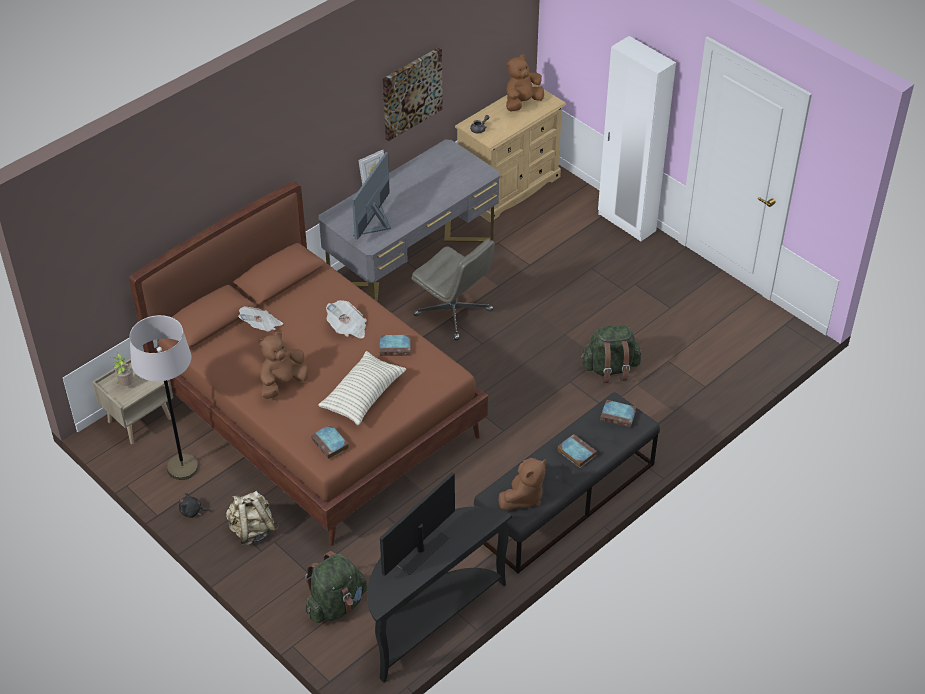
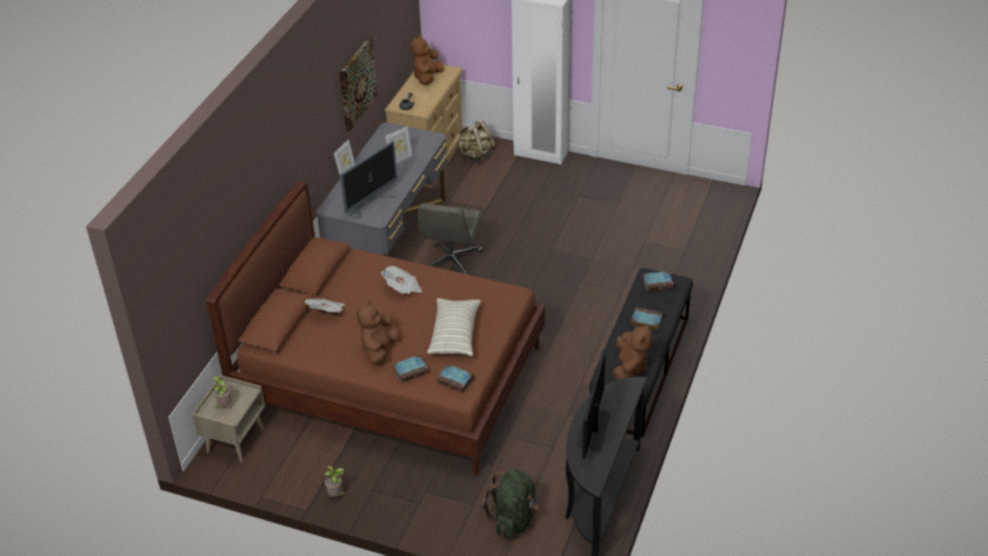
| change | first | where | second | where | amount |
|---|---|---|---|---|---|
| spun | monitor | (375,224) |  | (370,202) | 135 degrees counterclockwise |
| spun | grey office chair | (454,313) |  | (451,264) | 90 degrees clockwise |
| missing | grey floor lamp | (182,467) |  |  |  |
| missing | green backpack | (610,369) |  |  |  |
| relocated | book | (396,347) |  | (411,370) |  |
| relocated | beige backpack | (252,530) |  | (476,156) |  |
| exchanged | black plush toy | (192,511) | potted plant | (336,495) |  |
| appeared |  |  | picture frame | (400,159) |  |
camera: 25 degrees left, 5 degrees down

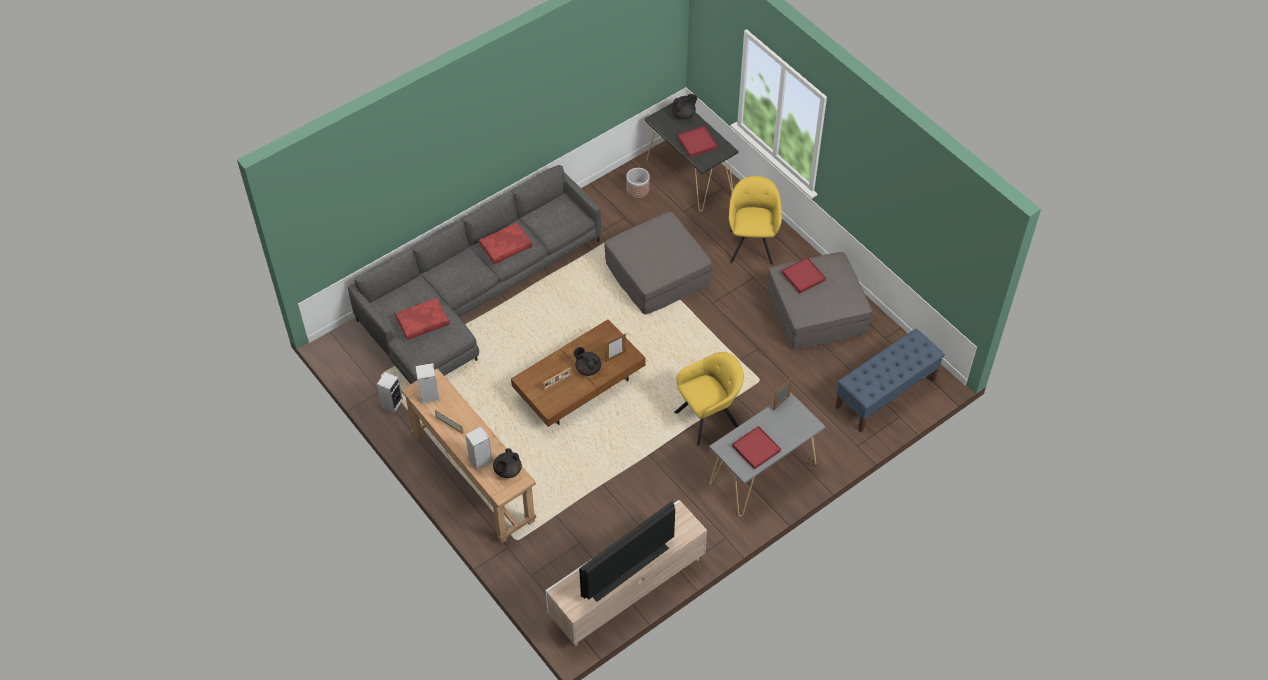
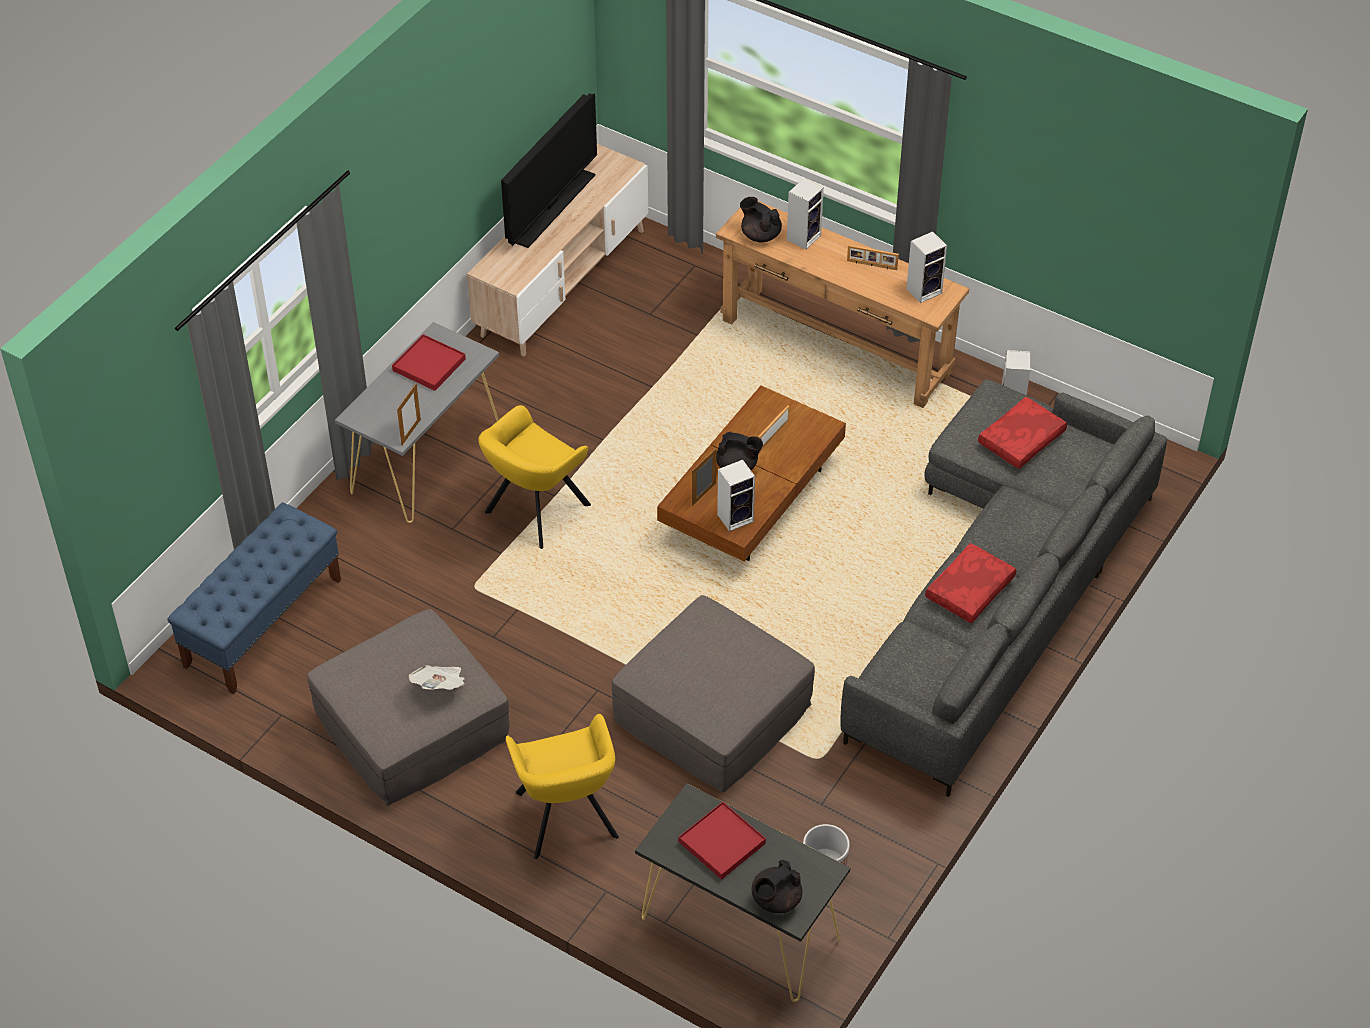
| change | first | where | second | where | amount |
|---|---|---|---|---|---|
| exchanged | red tray | (803,276) | newspaper | (440,686) |  |
| spun | black teapot | (507,471) |  | (760,235) | 60 degrees counterclockwise |
| appeared |  |  | speaker | (736,517) |  |
camera: 160 degrees right, 5 degrees down

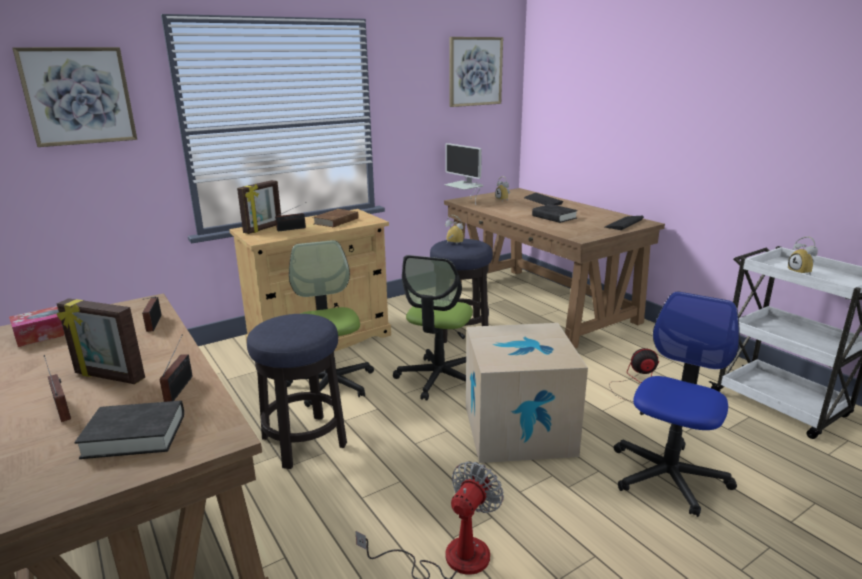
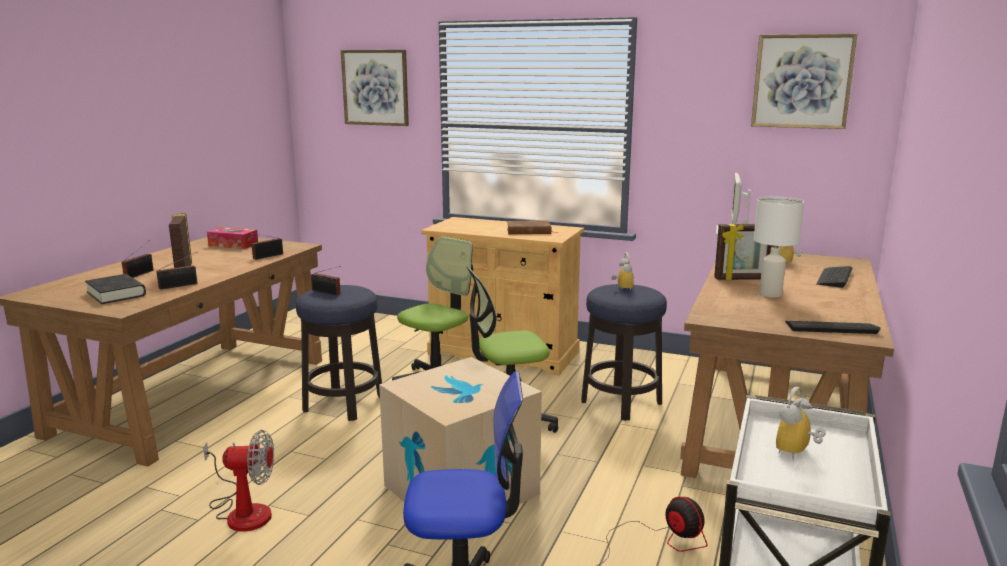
| change | first | where | second | where | amount |
|---|---|---|---|---|---|
| relocated | picture frame | (263,229) |  | (742,279) |  |
| relocated | radio | (293,229) |  | (327,292) |  |
| exchanged | black book | (554,217) | white table lamp | (770,294) |  |
camera: 55 degrees right, 5 degrees down

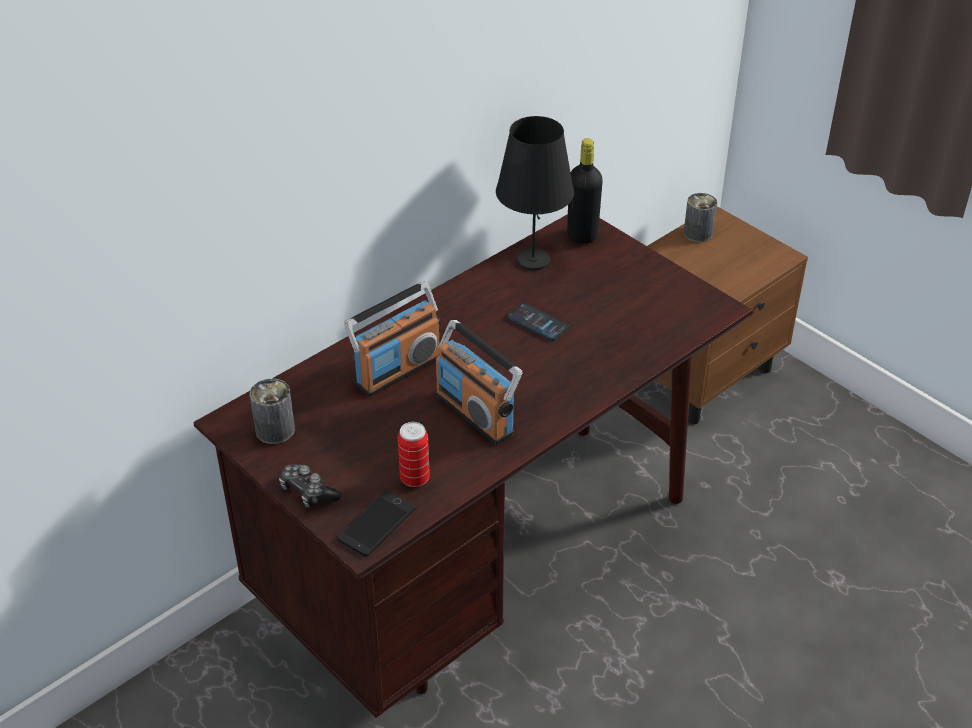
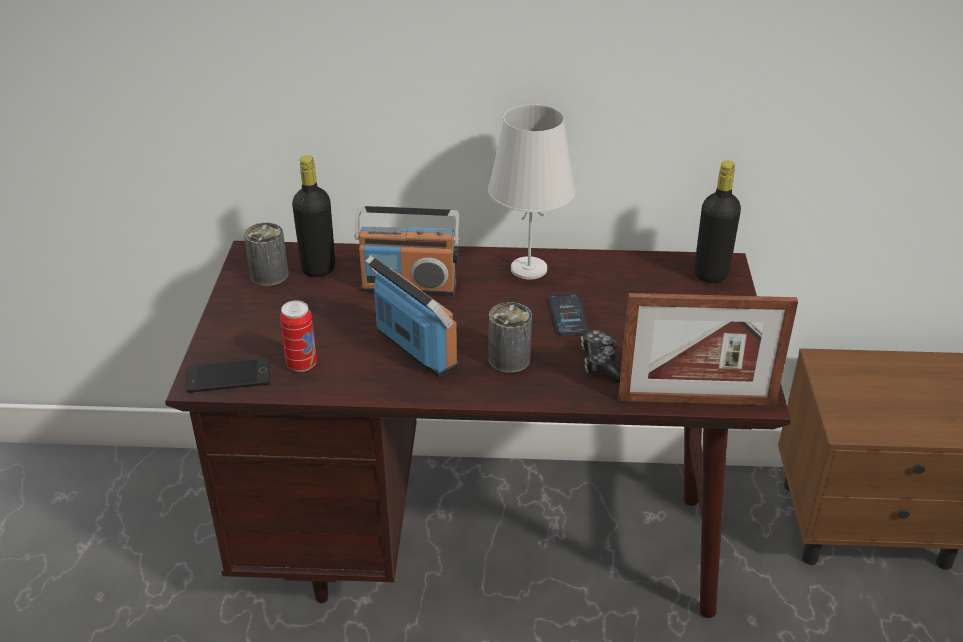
| change | first | where | second | where | amount |
|---|---|---|---|---|---|
| missing | black table lamp | (532,260) |  |  |  |
| relocated | can | (698,233) |  | (509,359) |  |
| spun | radio | (475,413) |  | (415,349) | 135 degrees clockwise |
| relocated | game controller | (308,492) |  | (601,363) |  |
| appeared |  |  | white table lamp | (529,269) |  |
| appeared |  |  | black bottle | (318,268) |  |
| appeared |  |  | picture frame | (696,401) |  |
camera: 45 degrees right, 5 degrees down

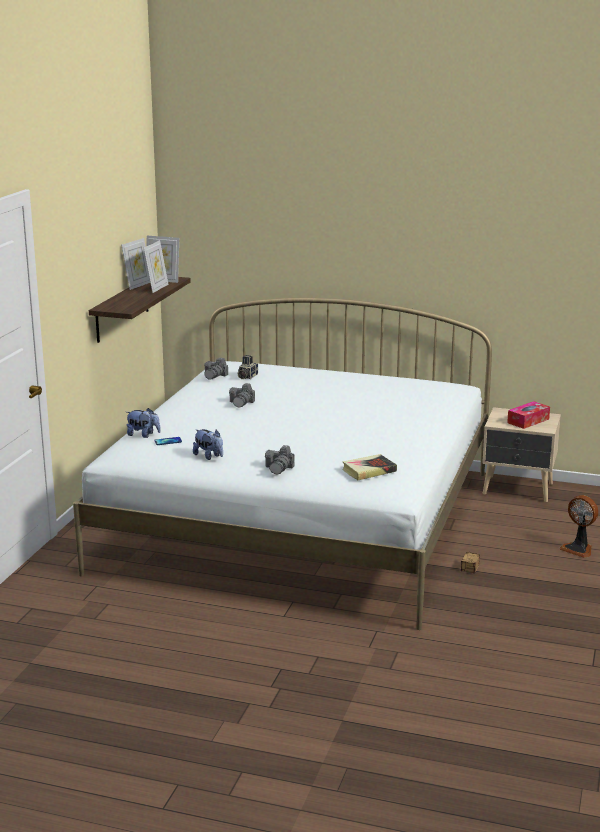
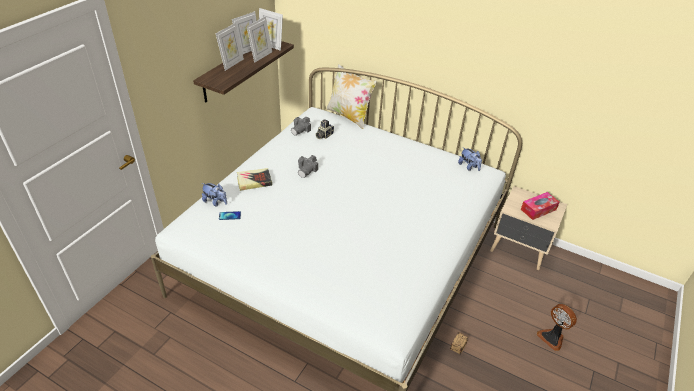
| change | first | where | second | where | amount |
|---|---|---|---|---|---|
| relocated | plush toy | (209,456) |  | (469,167) |  |
| missing | photo camera | (279,468) |  |  |  |
| relocated | book | (369,471) |  | (254,181) |  |
| appeared |  |  | picture frame | (232,64) |  |
| appeared |  |  | pillow | (349,116) |  |
camera: 10 degrees right, 20 degrees up

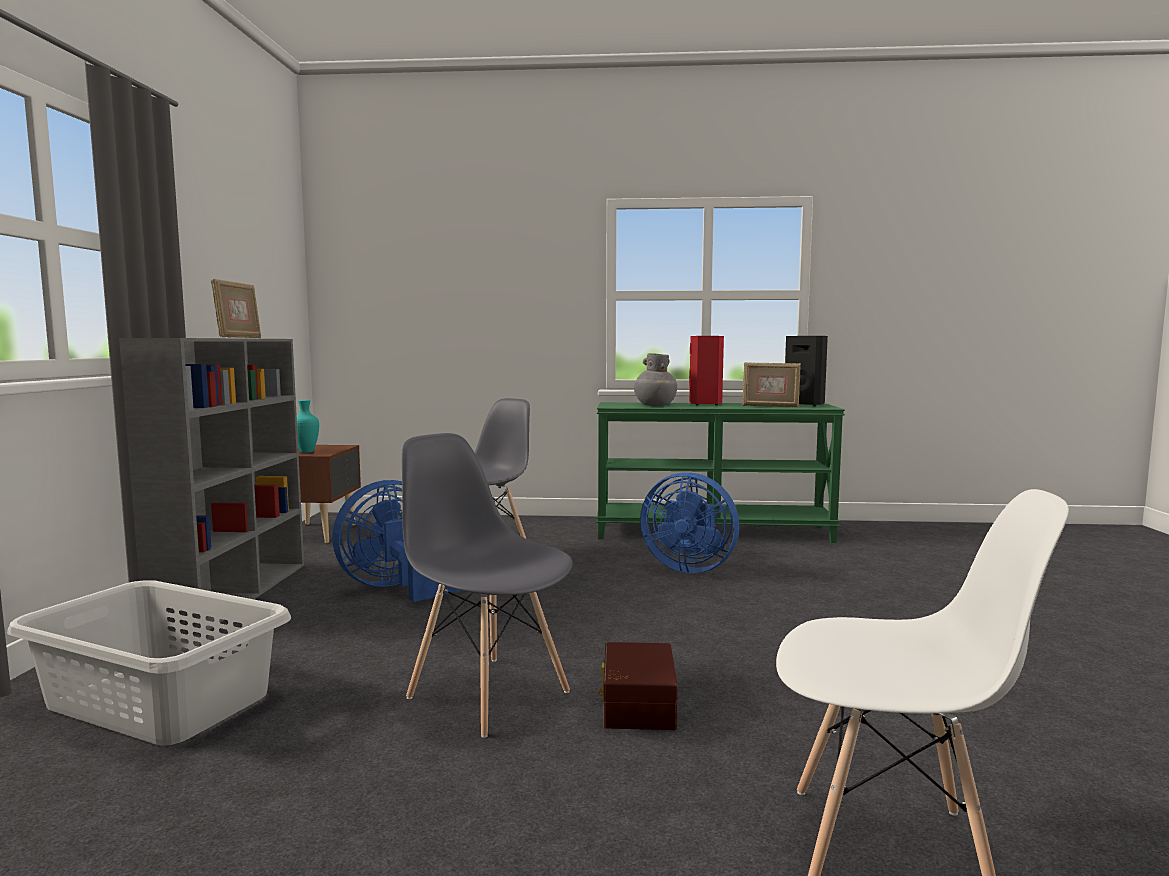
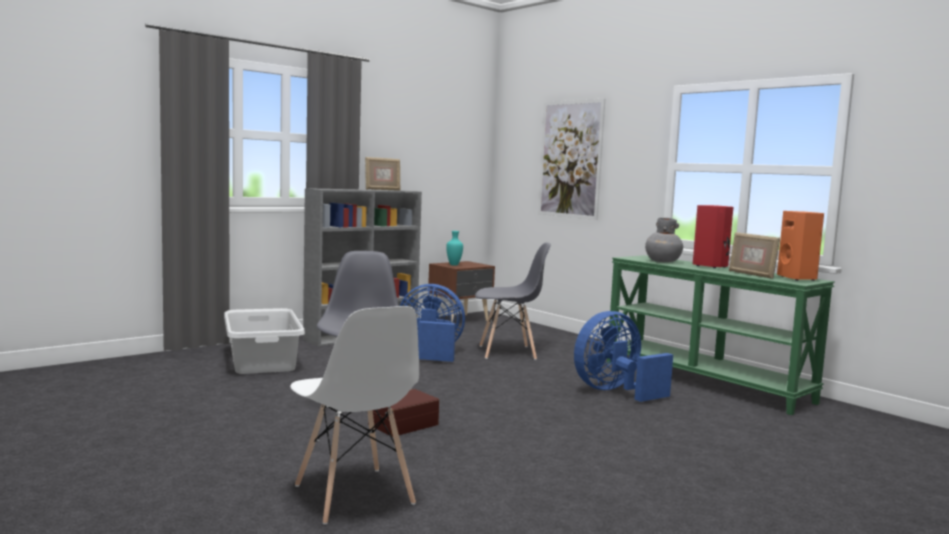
| change | first | where | second | where | amount |
|---|---|---|---|---|---|
| colour | black speaker | (805,404) | orange speaker | (798,278) |  |
| spun | blue fan | (688,567) |  | (615,391) | 75 degrees clockwise |
| appeared |  |  | picture | (570,159) |  |
camera: 45 degrees right, 0 degrees up

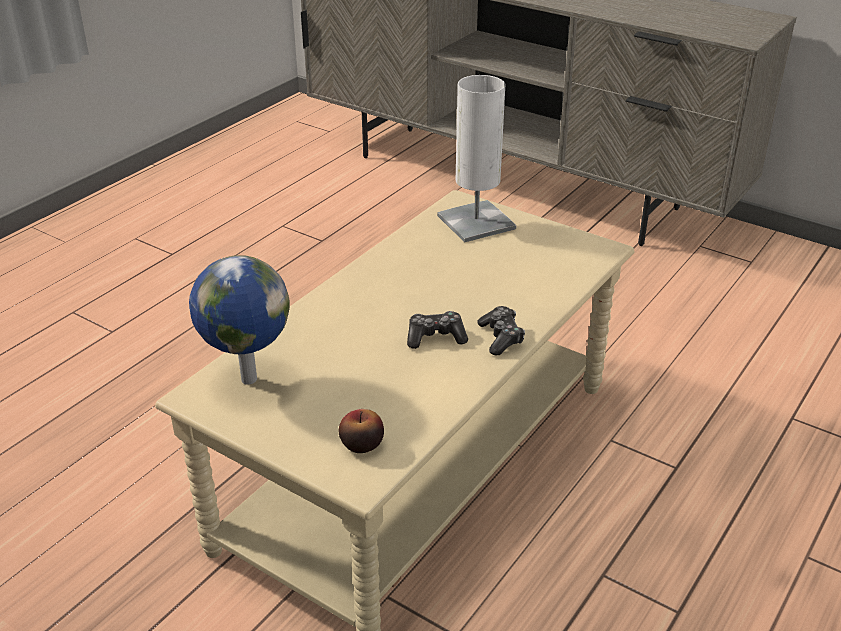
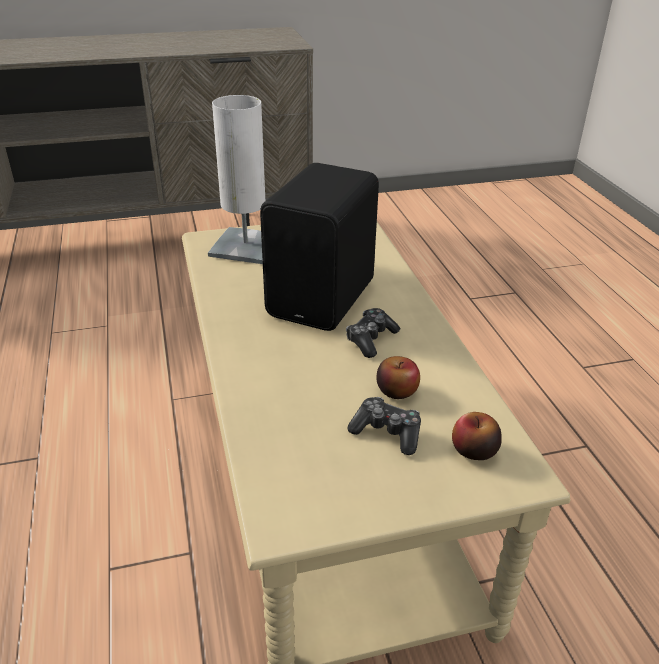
| change | first | where | second | where | amount |
|---|---|---|---|---|---|
| missing | globe | (247,379) |  |  |  |
| relocated | game controller | (501,337) |  | (387,432) |  |
| appeared |  |  | black speaker | (325,299) |  |
| appeared |  |  | apple | (397,390) |  |
camera: 50 degrees left, 0 degrees up

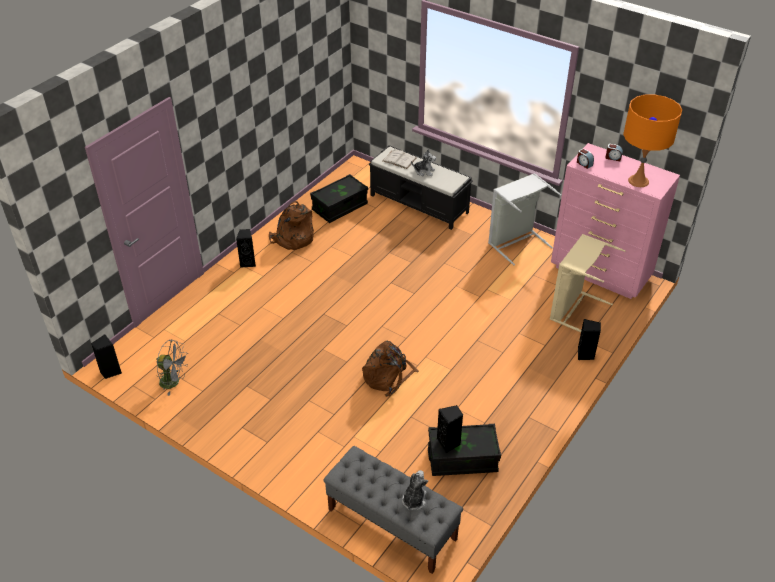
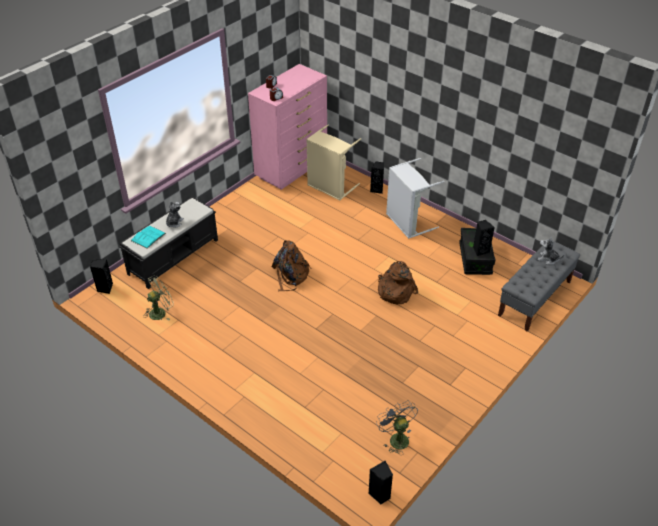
| change | first | where | second | where | amount |
|---|---|---|---|---|---|
| missing | orange table lamp | (638,181) |  |  |  |
| colour | white book | (399,159) | turquoise book | (148,237) |  |
| relocated | grey laundry basket | (516,242) |  | (407,223) |  |
| exchanged | black storage box | (340,207) | green fan | (160,312) |  |
| relocated | brown backpack | (293,239) |  | (290,276) |  |
| relocated | black speaker | (248,262) |  | (105,288) |  |
| spun | grey fan | (174,382) |  | (396,438) | 45 degrees counterclockwise |
camera: 85 degrees left, 0 degrees up

